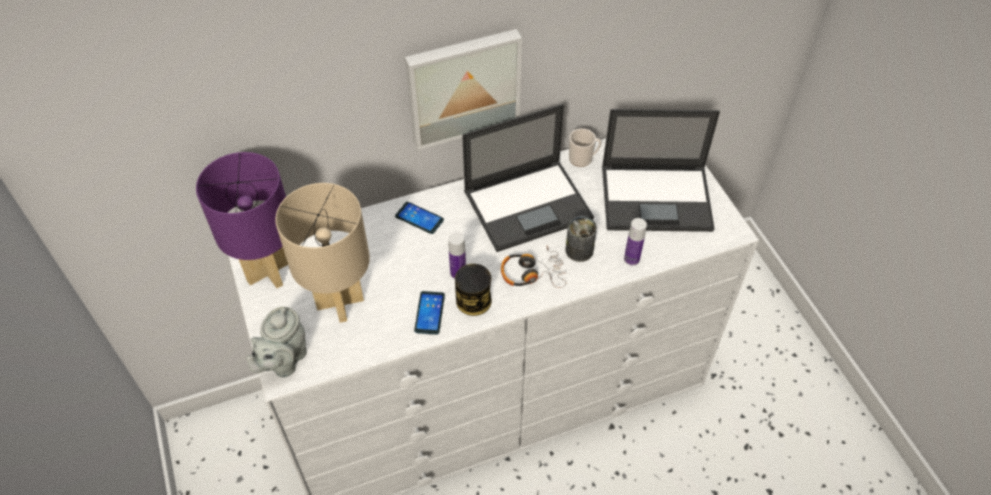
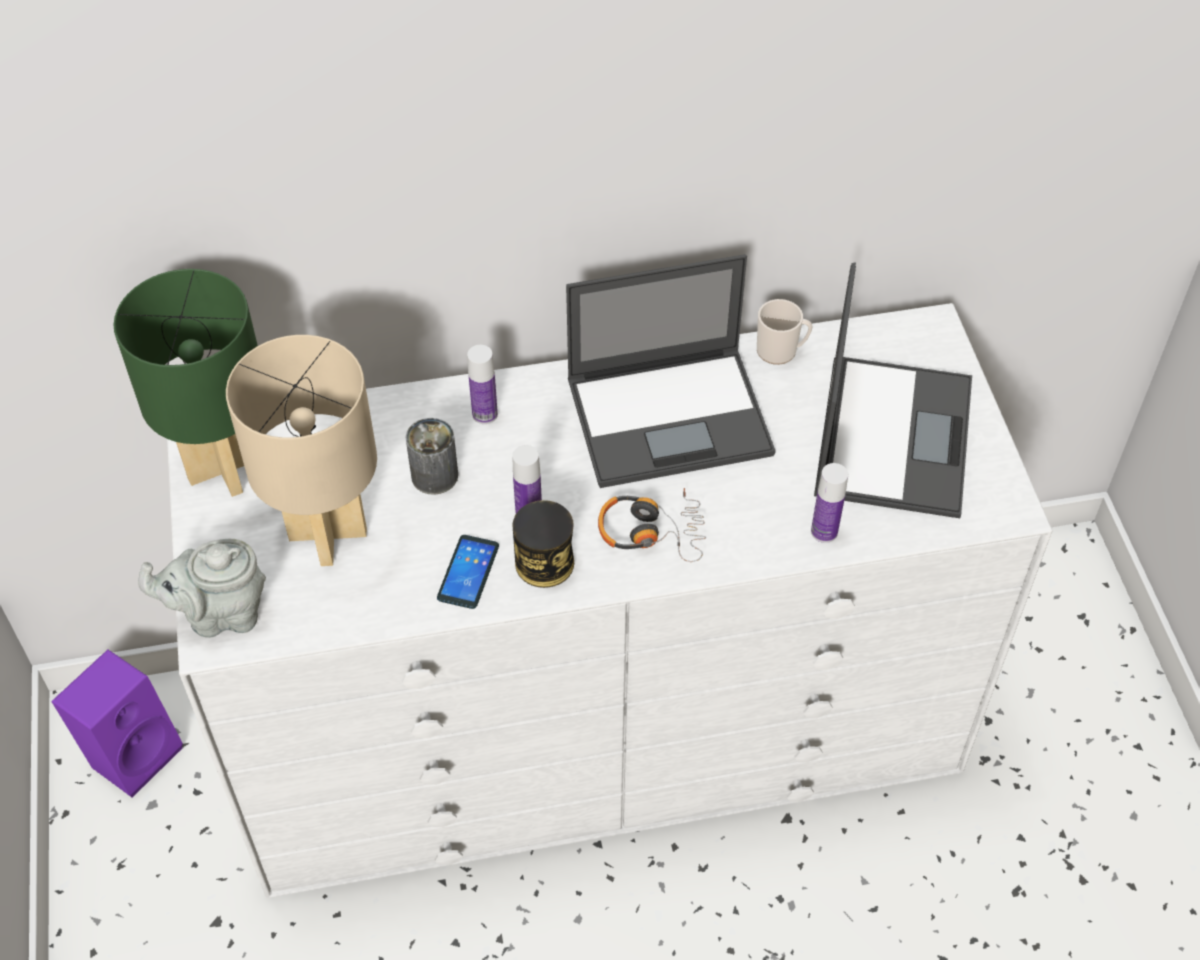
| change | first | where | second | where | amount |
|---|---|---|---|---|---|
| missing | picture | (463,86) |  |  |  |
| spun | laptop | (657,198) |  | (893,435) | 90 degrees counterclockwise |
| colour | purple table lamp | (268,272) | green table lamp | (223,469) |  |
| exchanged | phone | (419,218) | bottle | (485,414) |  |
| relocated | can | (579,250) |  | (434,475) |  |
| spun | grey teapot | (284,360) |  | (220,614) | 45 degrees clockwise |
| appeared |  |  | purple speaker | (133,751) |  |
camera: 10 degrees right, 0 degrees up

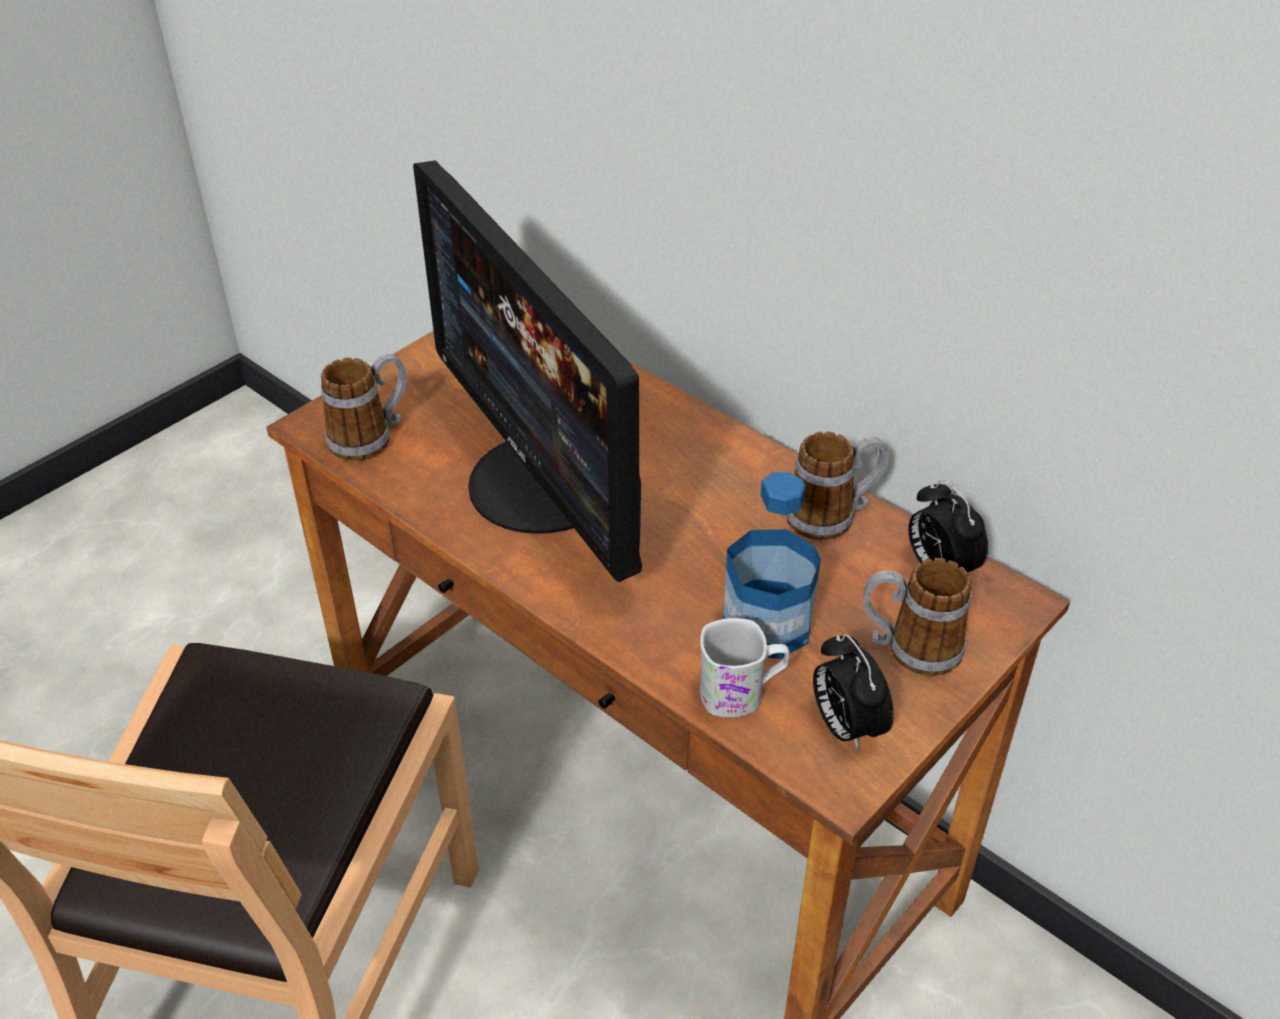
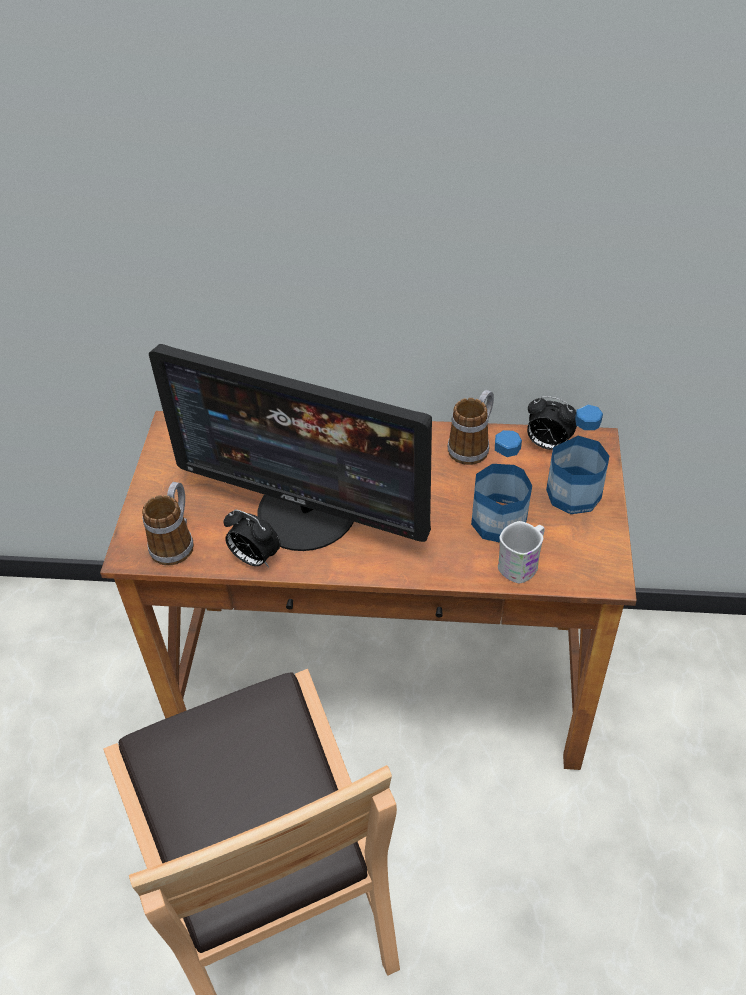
| change | first | where | second | where | amount |
|---|---|---|---|---|---|
| exchanged | mug | (909,649) | bottle | (573,494) |  |
| relocated | alarm clock | (845,727) |  | (254,558) |  |
camera: 35 degrees left, 5 degrees up

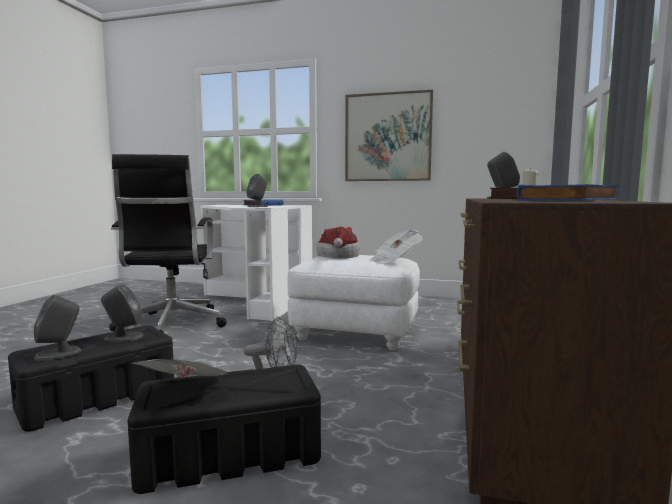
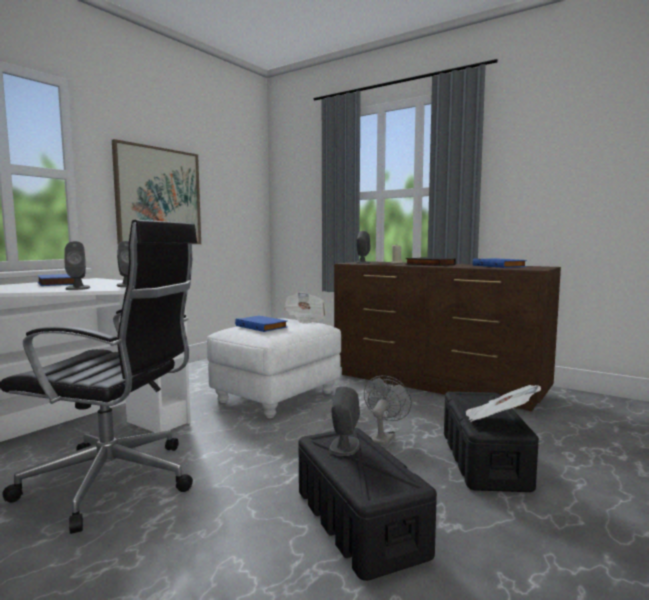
| change | first | where | second | where | amount |
|---|---|---|---|---|---|
| exchanged | hat | (338,256) | blue book | (262,326) |  |
| relocated | grey speaker | (59,353) |  | (78,288) |  |
camera: 70 degrees left, 0 degrees up

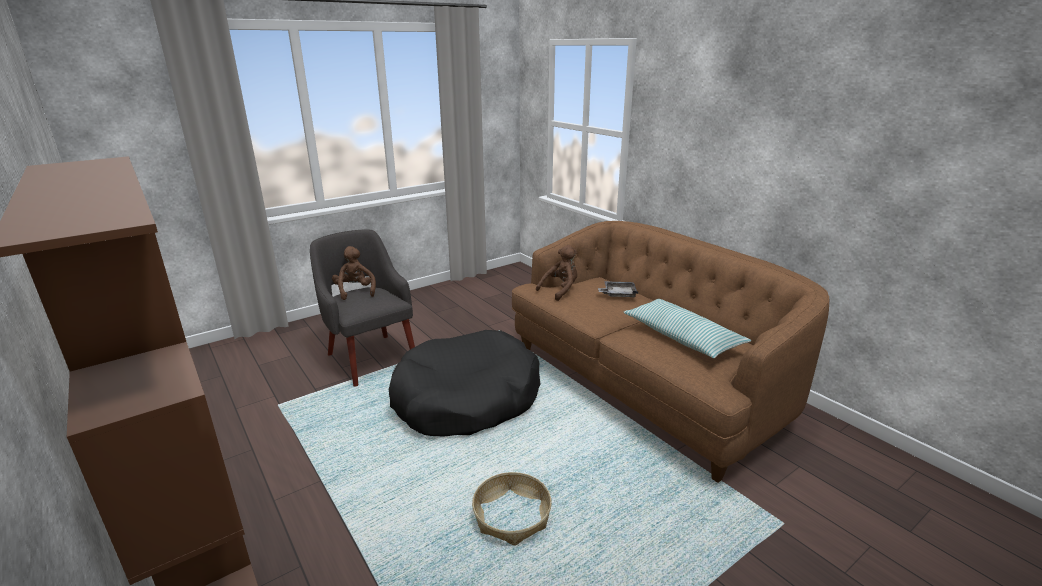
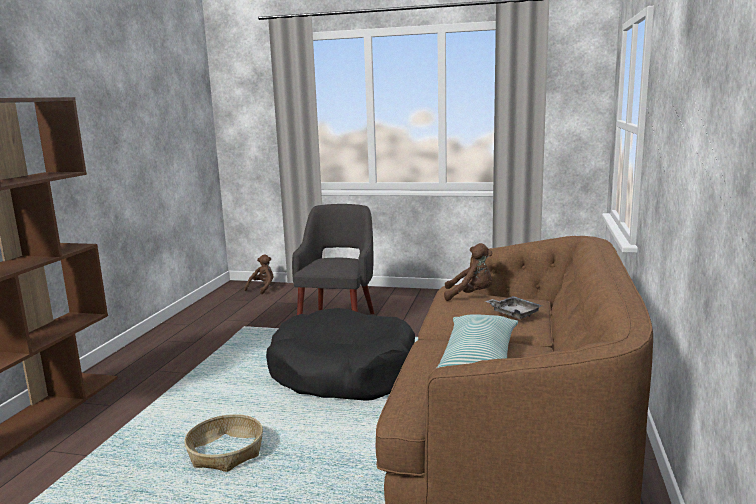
| change | first | where | second | where | amount |
|---|---|---|---|---|---|
| relocated | brown plush toy | (355,291) |  | (262,288) |  |
camera: 50 degrees right, 10 degrees down

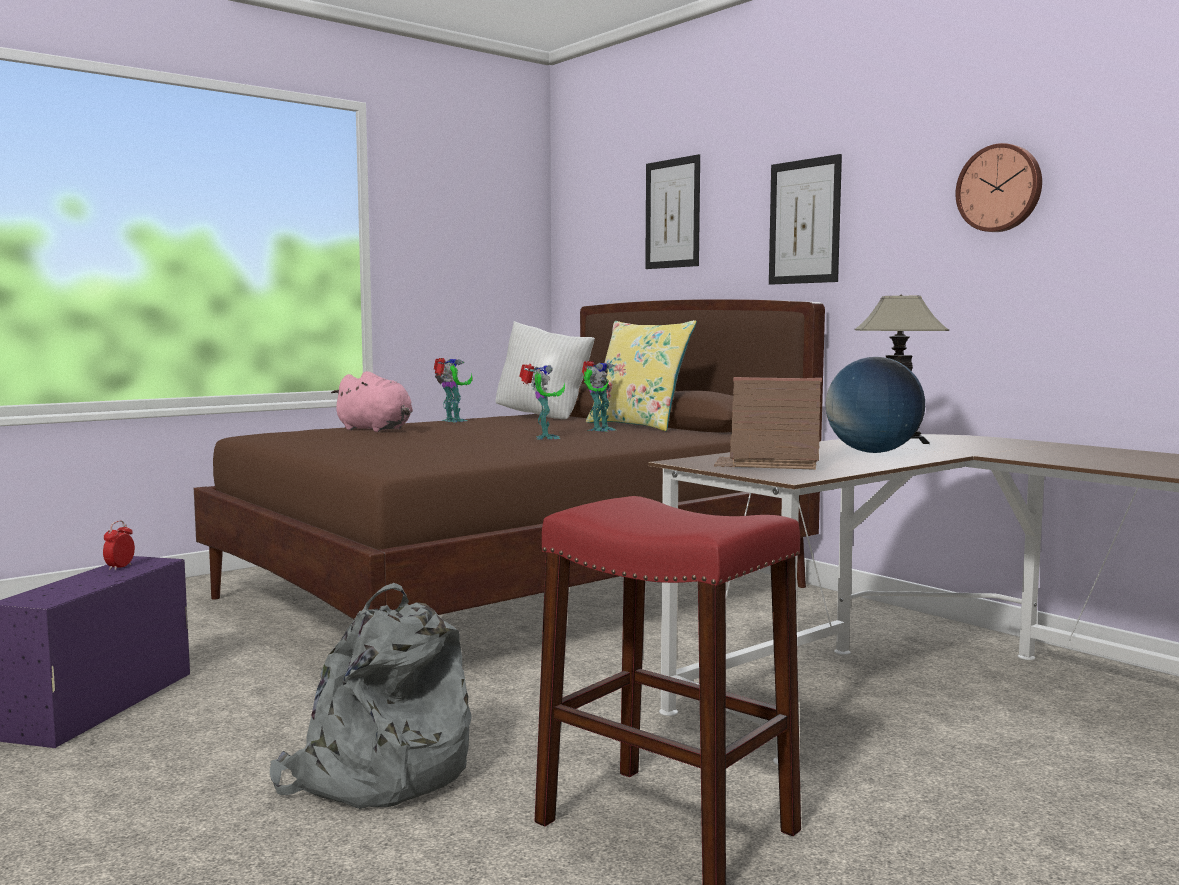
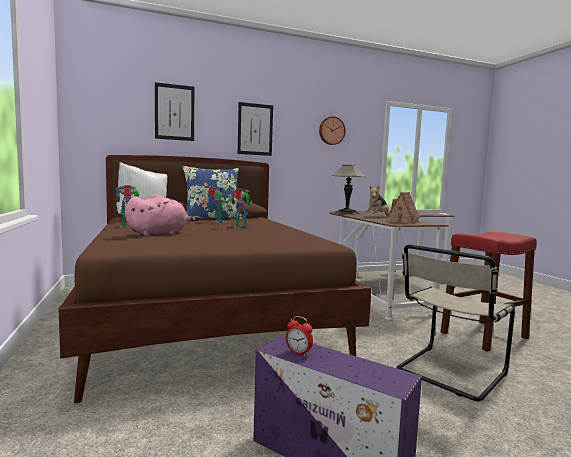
| change | first | where | second | where | amount |
|---|---|---|---|---|---|
| colour | yellow pillow | (638,425) | blue pillow | (212,218) |  |
| exchanged | globe | (873,452) | plush toy | (377,216) |  |
| exchanged | grey backpack | (377,775) | beige chair | (449,373) |  |
camera: 70 degrees left, 0 degrees up

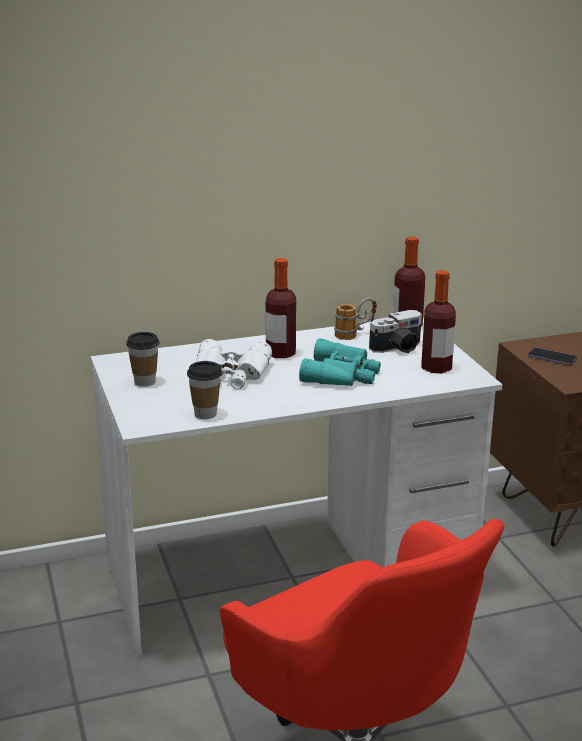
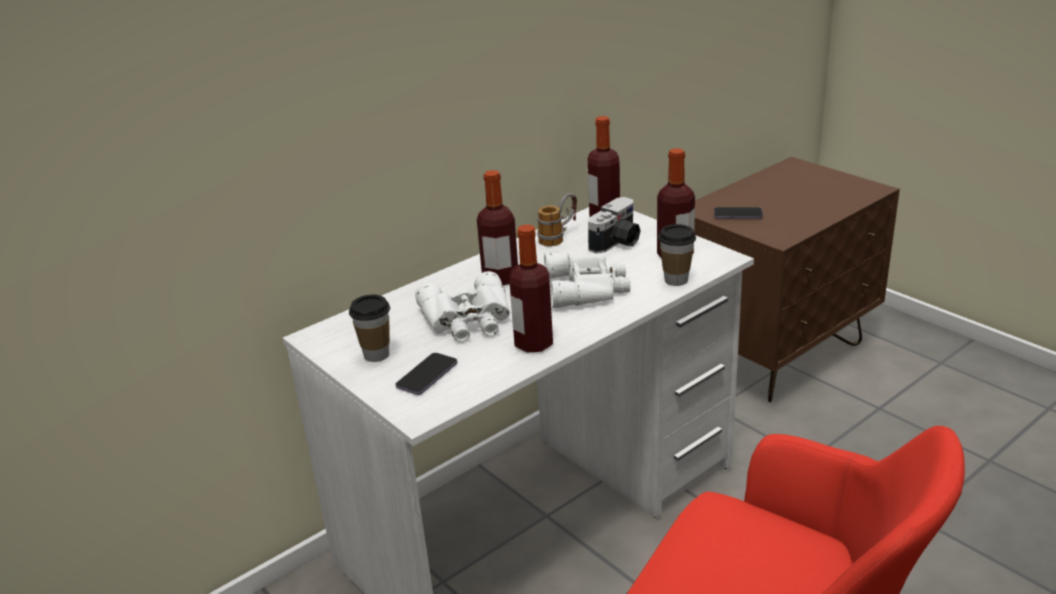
| change | first | where | second | where | amount |
|---|---|---|---|---|---|
| colour | turquoise binoculars | (342,374) | white binoculars | (588,288) |  |
| relocated | cup | (205,414) |  | (676,280) |  |
| appeared |  |  | bottle | (533,343) |  |
| appeared |  |  | phone | (427,375) |  |
camera: 20 degrees left, 5 degrees up

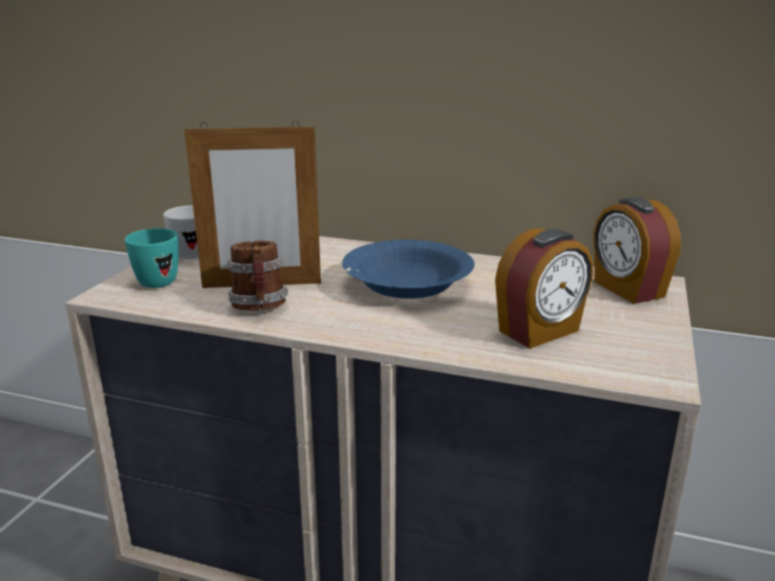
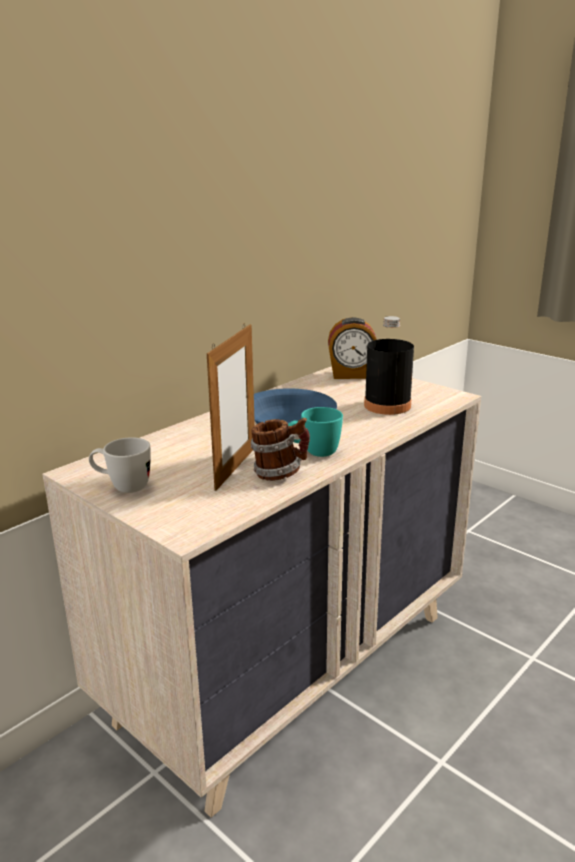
| change | first | where | second | where | amount |
|---|---|---|---|---|---|
| relocated | turquoise mug | (153,280) |  | (313,453) |  |
| exchanged | alarm clock | (540,332) | black bottle | (387,405) |  |
camera: 65 degrees left, 0 degrees up

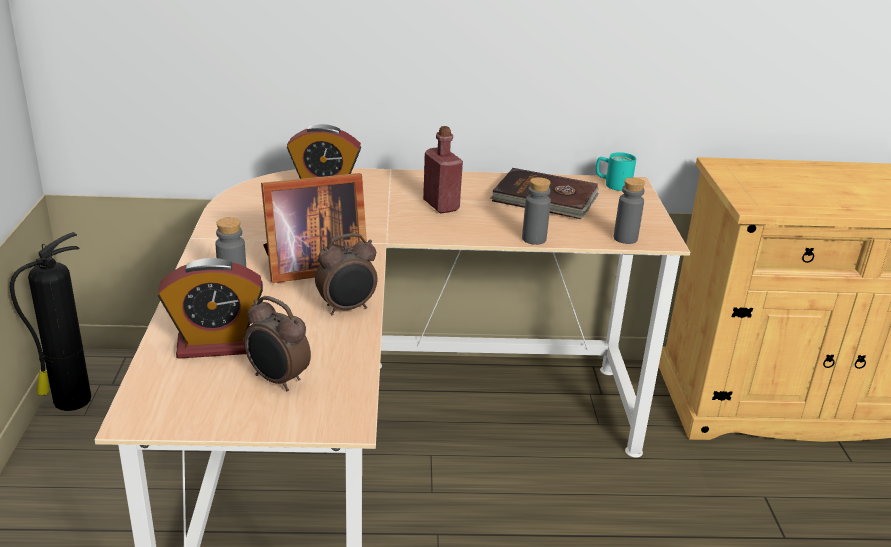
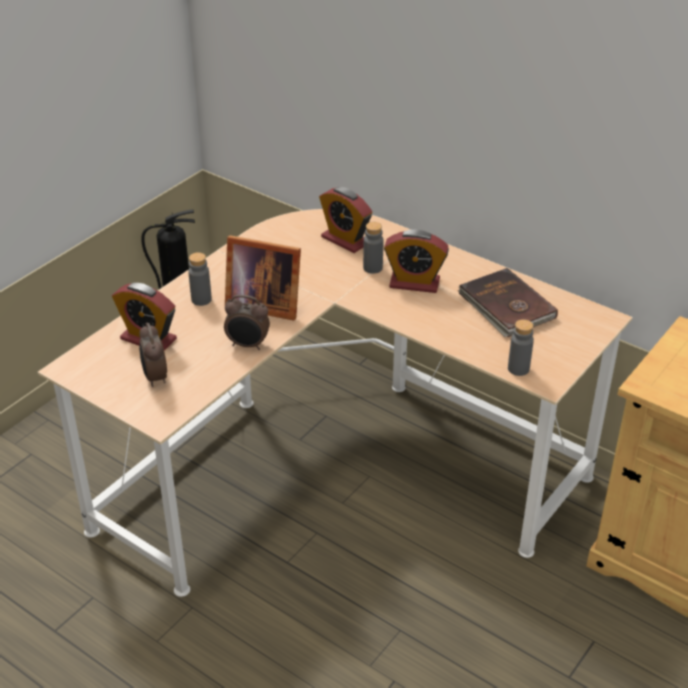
| change | first | where | second | where | amount |
|---|---|---|---|---|---|
| exchanged | red bottle | (441,205) | alarm clock | (414,283) |  |
| missing | turquoise mug | (612,184) |  |  |  |
| relocated | grey bottle | (534,239) |  | (373,268) |  |
camera: 40 degrees right, 10 degrees up

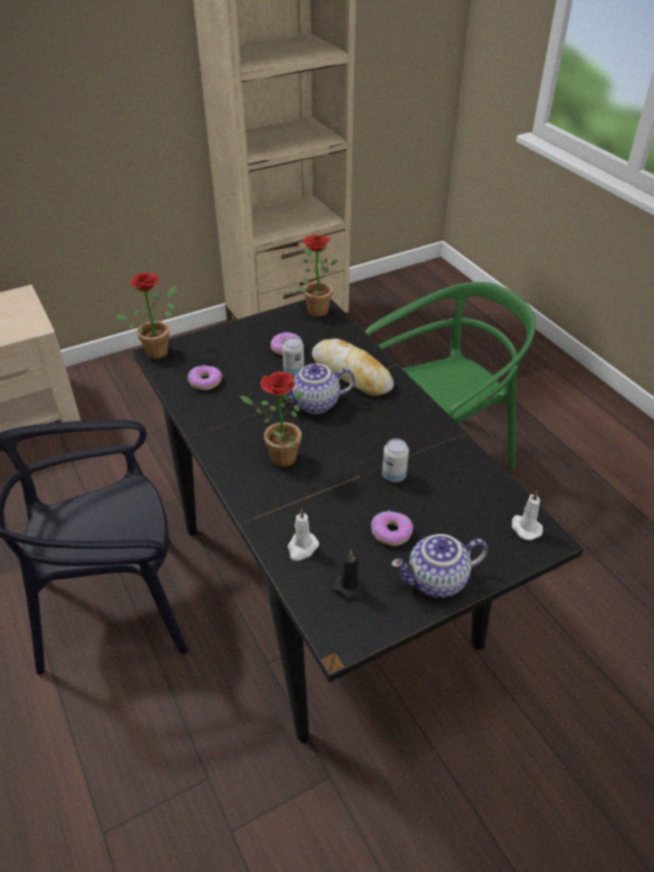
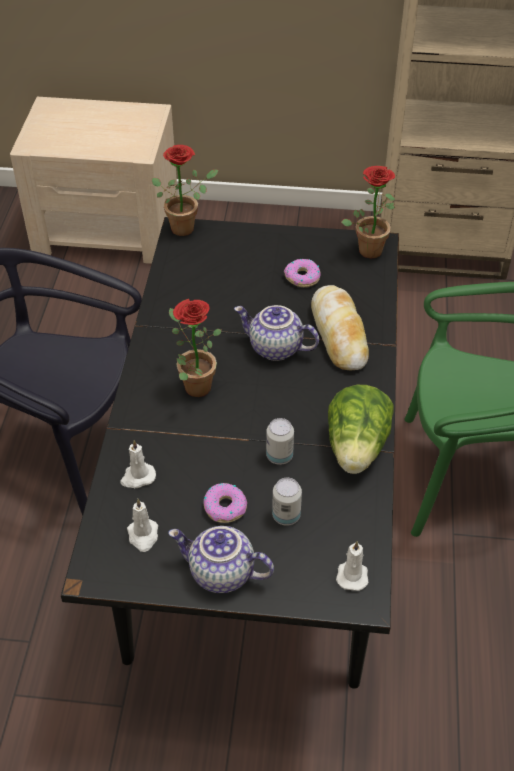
| change | first | where | second | where | amount |
|---|---|---|---|---|---|
| relocated | can | (294,371) |  | (286,516) |  |
| missing | donut | (205,381) |  |  |  |
| colour | black candle | (351,589) | white candle | (143,536) |  |
| appeared |  |  | lettuce | (357,448) |  |
camera: 35 degrees right, 5 degrees up

